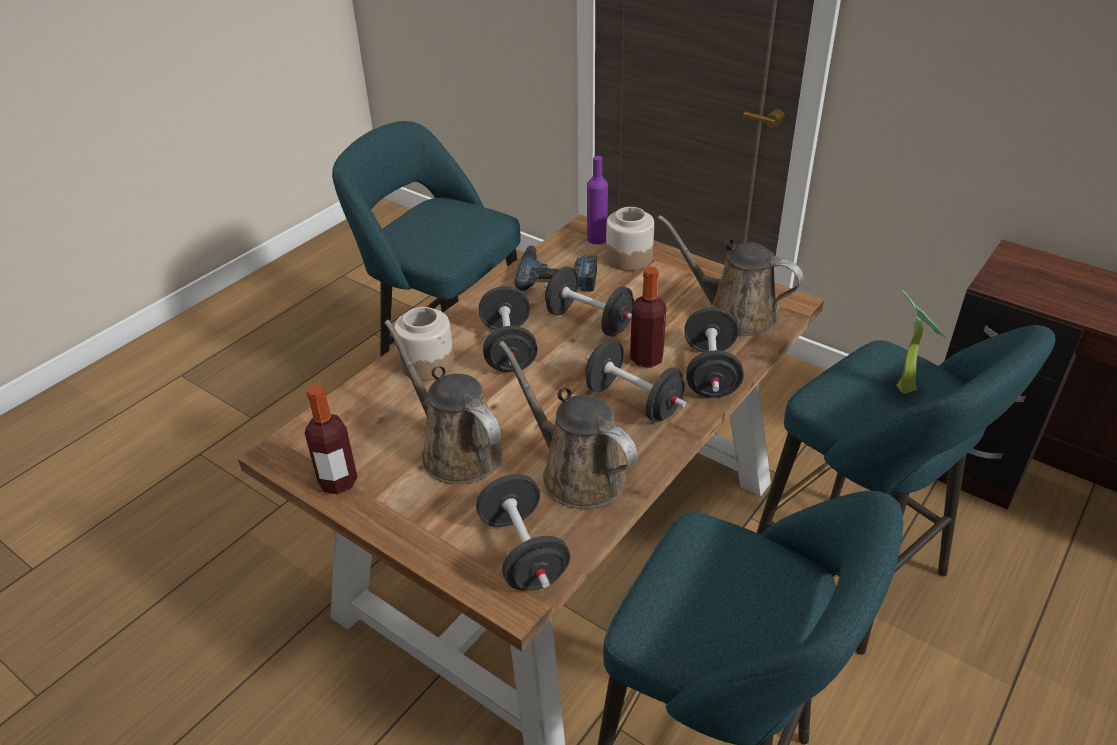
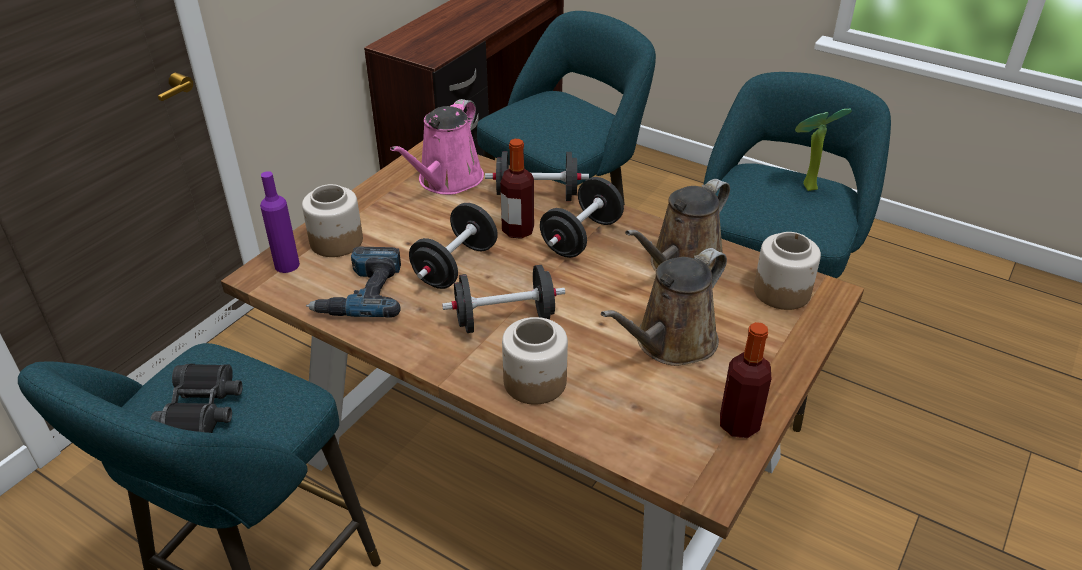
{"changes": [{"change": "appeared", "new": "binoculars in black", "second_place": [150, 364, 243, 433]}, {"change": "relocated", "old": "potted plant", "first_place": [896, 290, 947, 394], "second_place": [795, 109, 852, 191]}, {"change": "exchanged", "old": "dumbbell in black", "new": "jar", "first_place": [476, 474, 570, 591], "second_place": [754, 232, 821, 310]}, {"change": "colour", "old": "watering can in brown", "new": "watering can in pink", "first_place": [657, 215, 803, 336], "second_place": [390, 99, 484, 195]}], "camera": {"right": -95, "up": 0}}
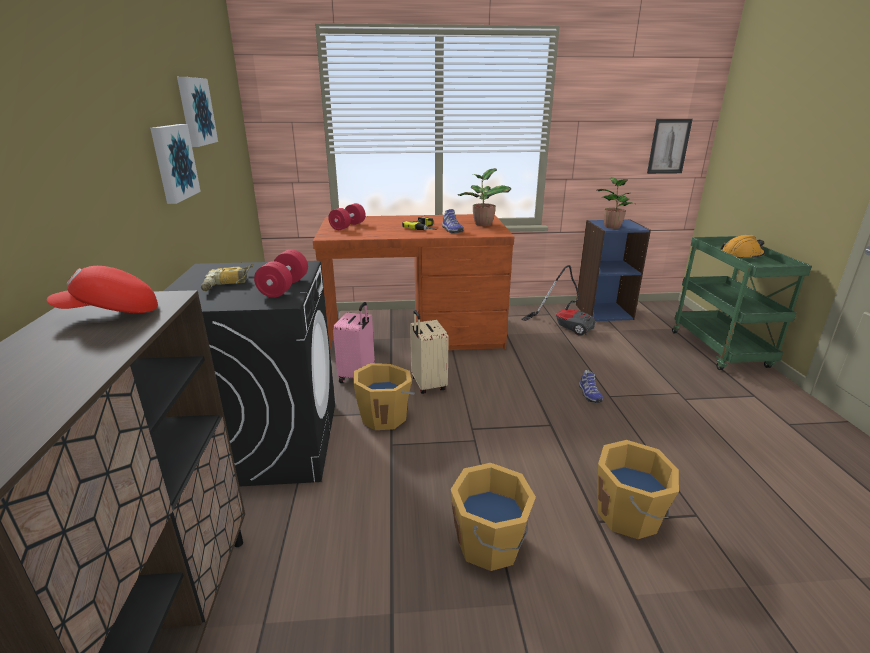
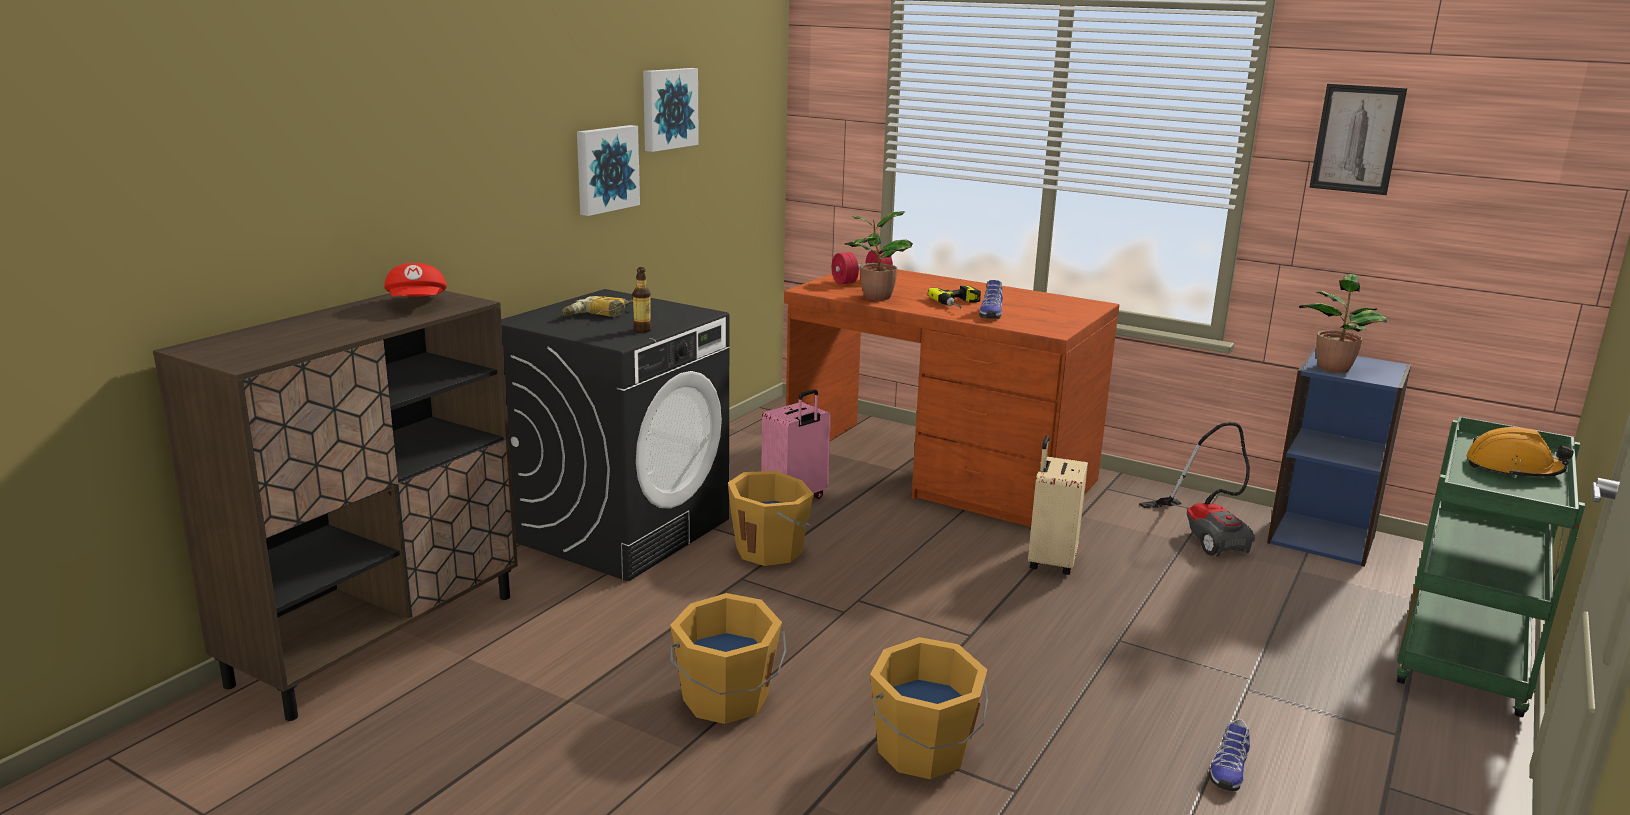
{"changes": [{"change": "relocated", "old": "suitcase in beige", "first_place": [410, 310, 449, 394], "second_place": [1028, 435, 1088, 575]}, {"change": "relocated", "old": "potted plant", "first_place": [458, 168, 511, 226], "second_place": [845, 211, 913, 300]}, {"change": "relocated", "old": "shoe", "first_place": [579, 370, 603, 403], "second_place": [1209, 719, 1250, 791]}, {"change": "relocated", "old": "picture", "first_place": [647, 119, 693, 174], "second_place": [1309, 84, 1407, 195]}, {"change": "exchanged", "old": "dumbbell in red", "new": "bottle", "first_place": [254, 250, 308, 298], "second_place": [633, 267, 651, 333]}, {"change": "spun", "old": "cap in red", "first_place": [47, 266, 158, 313], "second_place": [384, 263, 447, 297], "degrees": -120}], "camera": {"right": 35, "up": -5}}
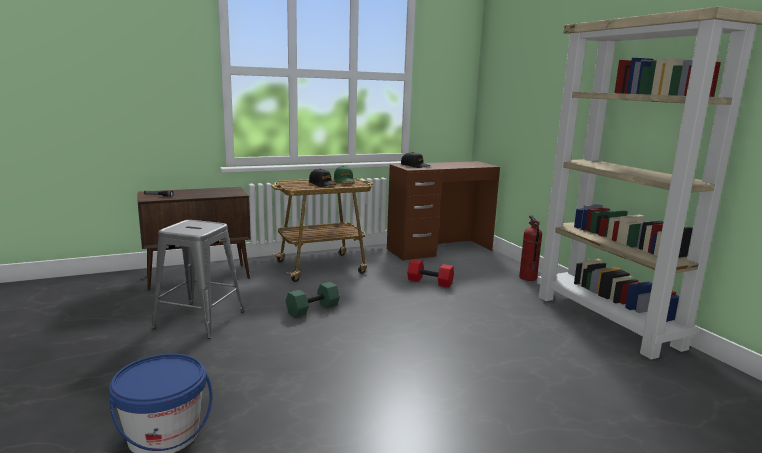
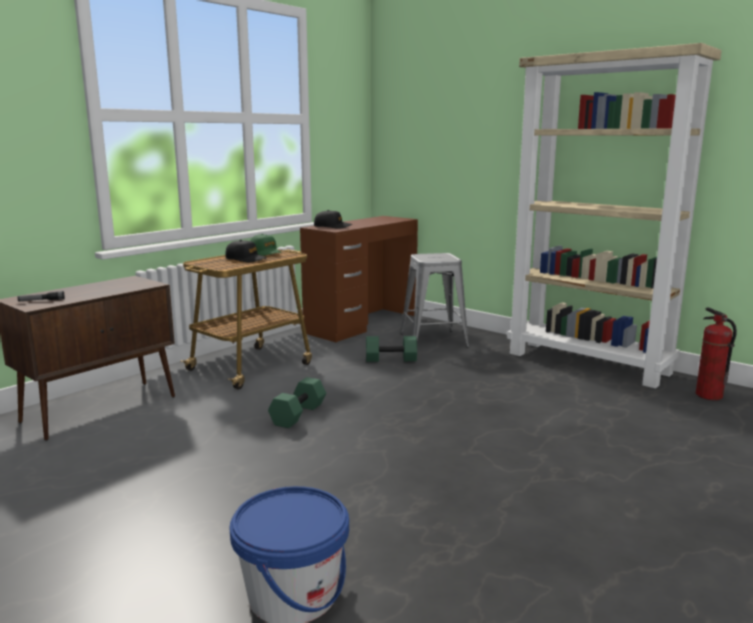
{"changes": [{"change": "relocated", "old": "stool in grey", "first_place": [151, 220, 244, 339], "second_place": [400, 253, 469, 347]}, {"change": "relocated", "old": "fire extinguisher", "first_place": [519, 215, 542, 281], "second_place": [696, 307, 737, 400]}, {"change": "colour", "old": "dumbbell in red", "new": "dumbbell in green", "first_place": [407, 259, 454, 287], "second_place": [366, 336, 417, 362]}], "camera": {"right": -25, "up": 0}}
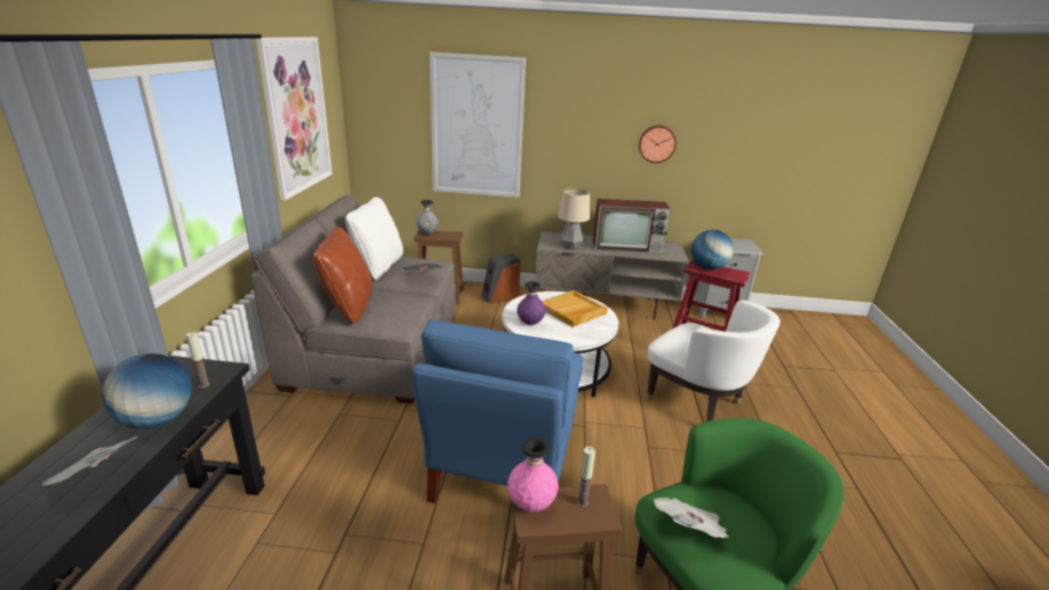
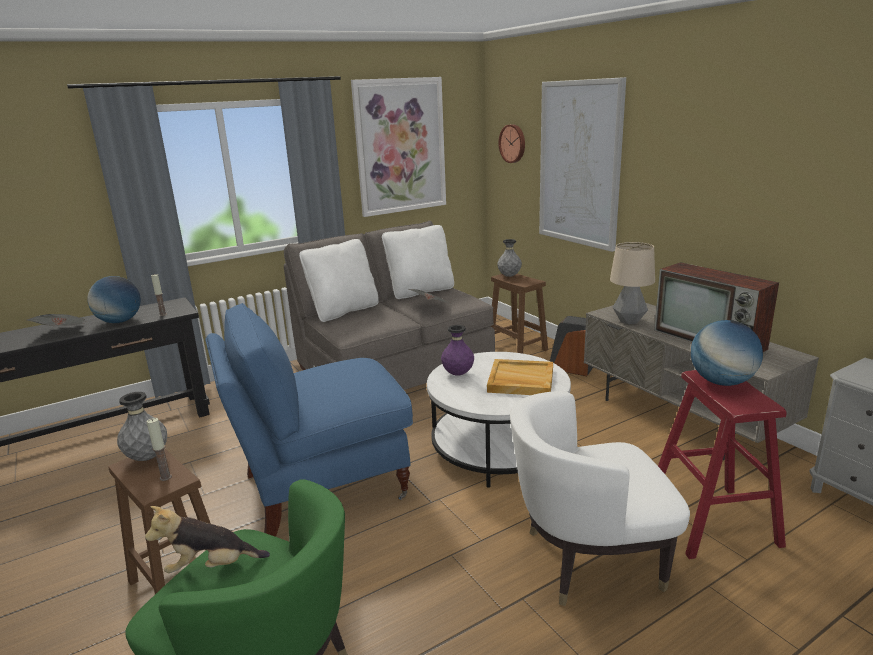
{"changes": [{"change": "relocated", "old": "wall clock", "first_place": [639, 125, 676, 163], "second_place": [499, 124, 525, 163]}, {"change": "exchanged", "old": "newspaper", "new": "plush toy", "first_place": [654, 498, 729, 538], "second_place": [145, 506, 270, 573]}, {"change": "colour", "old": "pillow in brown", "new": "pillow in white", "first_place": [313, 226, 372, 324], "second_place": [299, 239, 379, 322]}, {"change": "colour", "old": "vase in pink", "new": "vase in grey", "first_place": [508, 437, 559, 512], "second_place": [117, 392, 167, 461]}, {"change": "spun", "old": "armchair in white", "first_place": [647, 300, 780, 422], "second_place": [510, 391, 690, 606], "degrees": 75}], "camera": {"right": 55, "up": -5}}
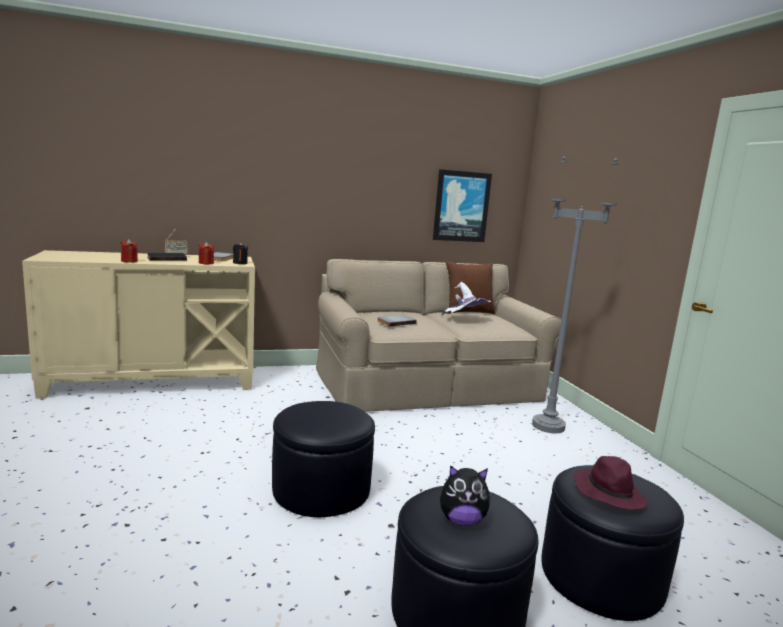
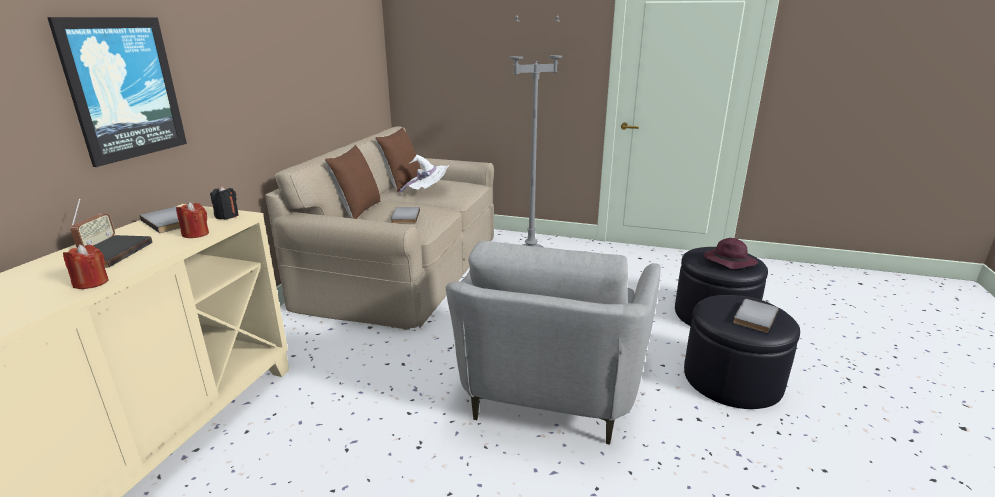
{"changes": [{"change": "appeared", "new": "pillow in brown", "second_place": [325, 145, 380, 219]}, {"change": "relocated", "old": "picture", "first_place": [433, 169, 492, 242], "second_place": [47, 17, 187, 167]}, {"change": "exchanged", "old": "ottoman in black", "new": "armchair in grey", "first_place": [272, 401, 375, 517], "second_place": [446, 241, 661, 445]}, {"change": "exchanged", "old": "plush toy", "new": "book in grey", "first_place": [440, 465, 491, 526], "second_place": [733, 299, 779, 333]}], "camera": {"right": -55, "up": 10}}
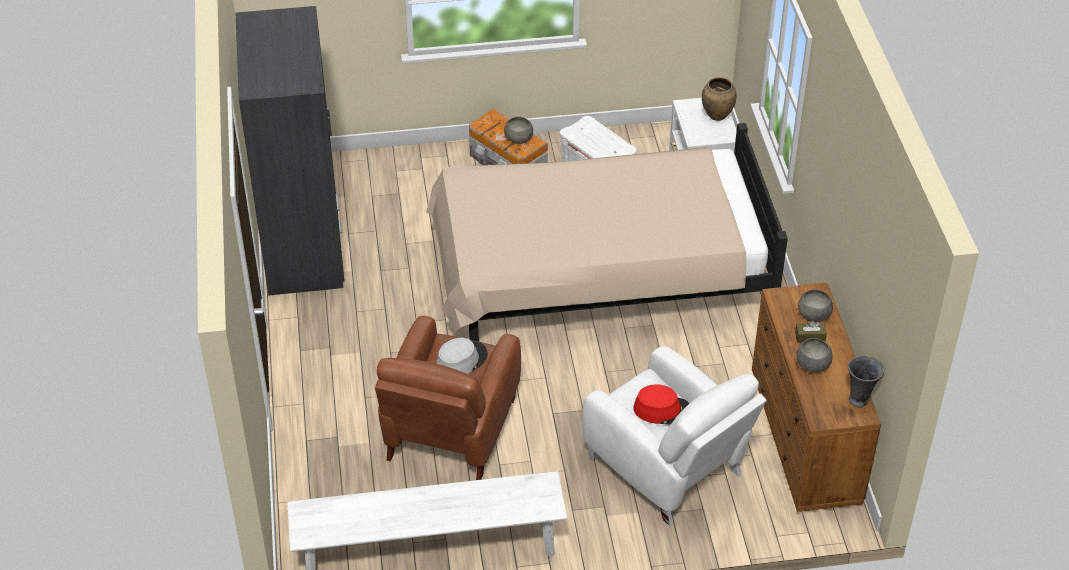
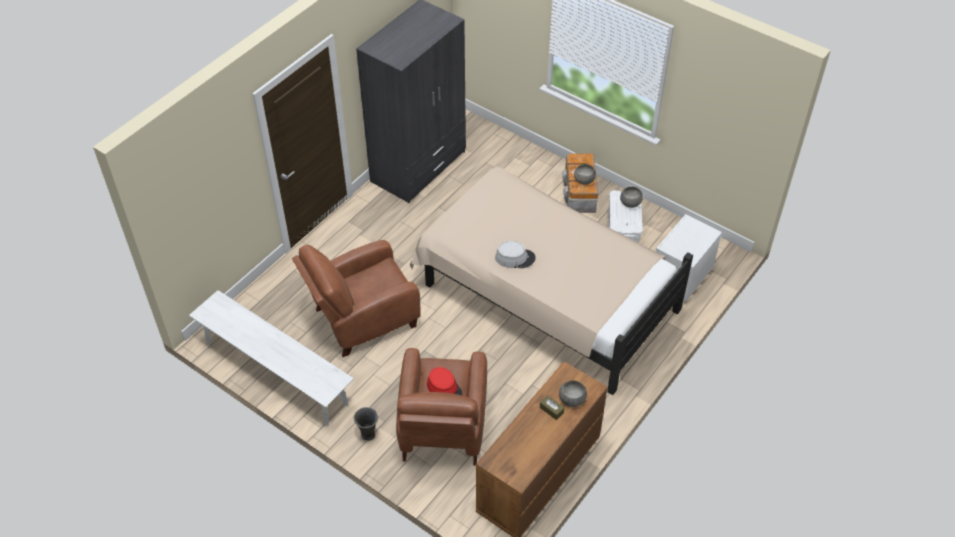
{"changes": [{"change": "missing", "old": "vase in brown", "first_place": [702, 77, 737, 121]}, {"change": "relocated", "old": "hat in grey", "first_place": [436, 338, 488, 374], "second_place": [495, 241, 536, 268]}, {"change": "relocated", "old": "bowl in grey", "first_place": [796, 338, 833, 372], "second_place": [620, 187, 643, 208]}, {"change": "relocated", "old": "vase in grey", "first_place": [848, 355, 884, 408], "second_place": [354, 407, 378, 441]}, {"change": "colour", "old": "armchair in white", "new": "armchair in brown", "first_place": [583, 346, 767, 527], "second_place": [396, 348, 487, 466]}], "camera": {"right": 45, "up": 5}}
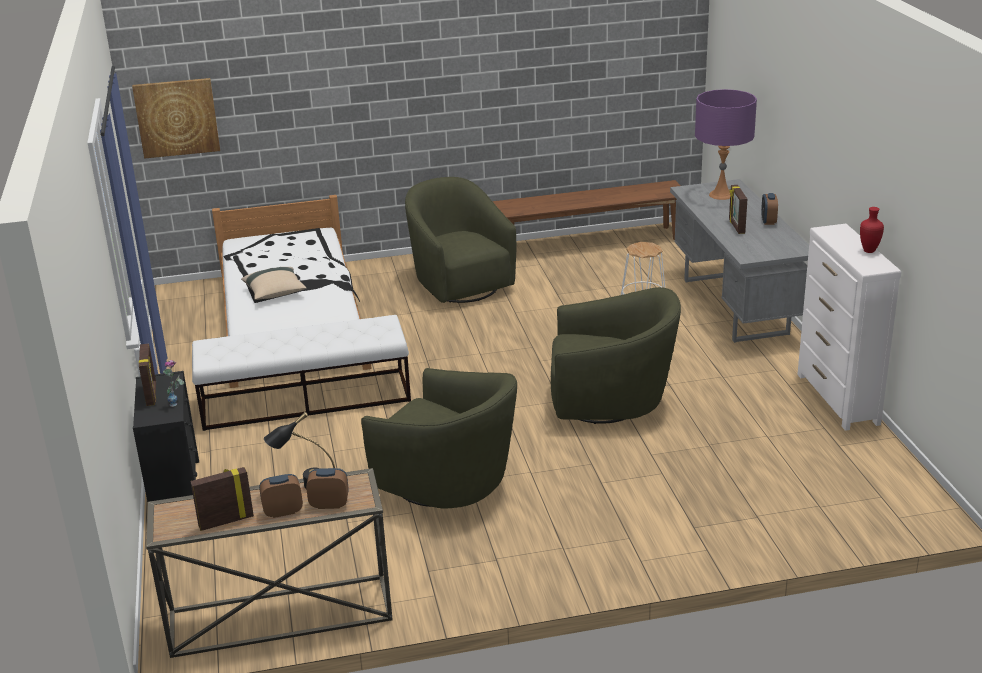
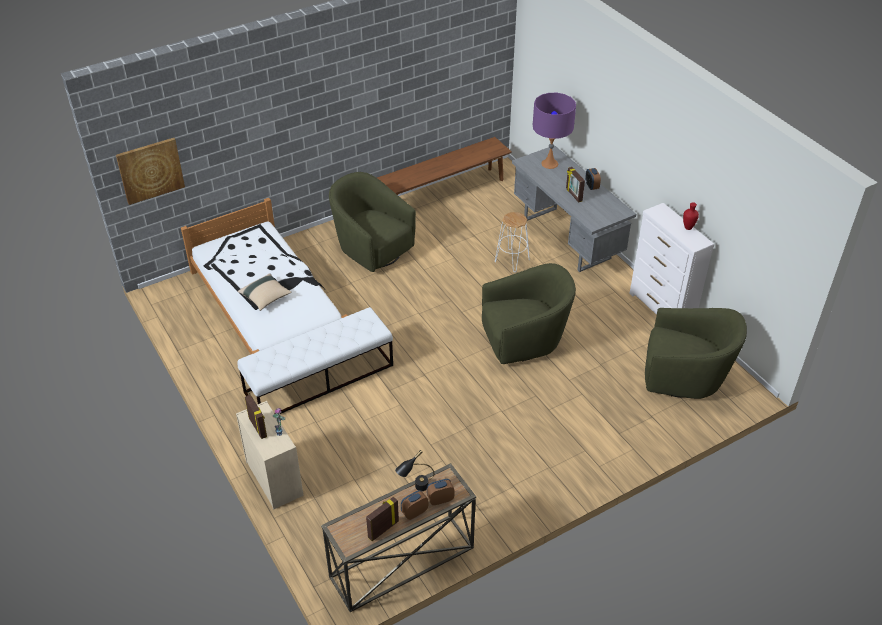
{"changes": [{"change": "relocated", "old": "armchair in green", "first_place": [361, 368, 517, 508], "second_place": [645, 308, 747, 399]}, {"change": "colour", "old": "dresser in black", "new": "dresser in beige", "first_place": [133, 371, 199, 502], "second_place": [236, 401, 304, 509]}], "camera": {"right": -20, "up": 15}}
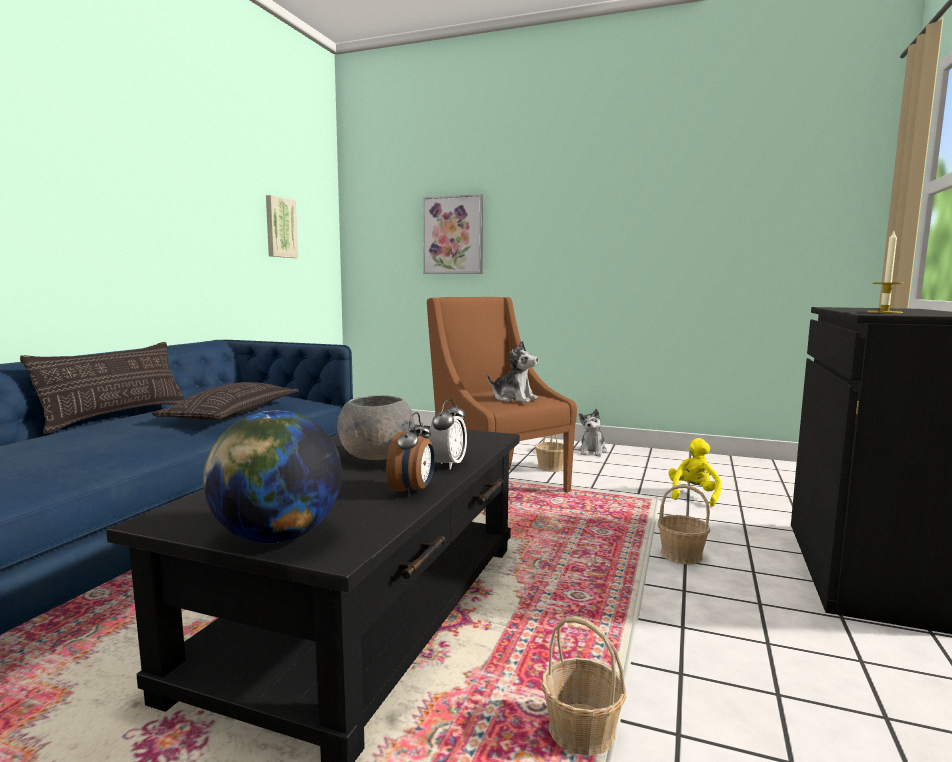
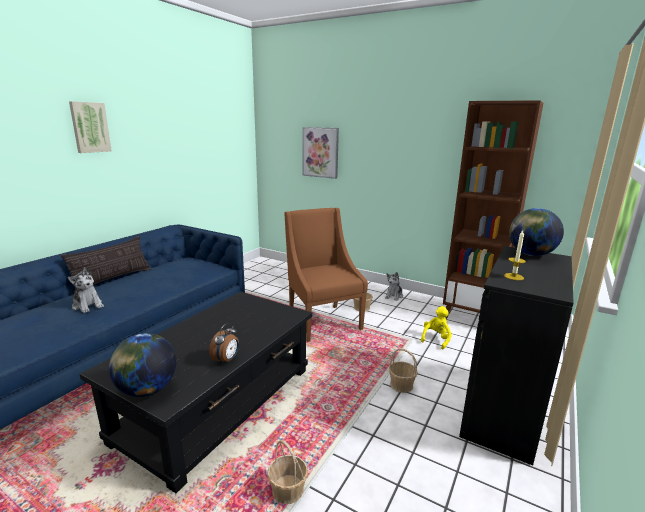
{"changes": [{"change": "missing", "old": "pillow", "first_place": [151, 382, 299, 420]}, {"change": "missing", "old": "bowl in grey", "first_place": [337, 395, 415, 460]}, {"change": "missing", "old": "alarm clock", "first_place": [428, 399, 467, 470]}, {"change": "appeared", "new": "bookcase in brown", "second_place": [443, 100, 543, 319]}, {"change": "appeared", "new": "globe", "second_place": [509, 208, 564, 256]}, {"change": "relocated", "old": "picture", "first_place": [266, 195, 298, 258], "second_place": [69, 101, 112, 153]}, {"change": "relocated", "old": "plush toy", "first_place": [487, 341, 538, 403], "second_place": [68, 267, 104, 313]}], "camera": {"right": 10, "up": 10}}
